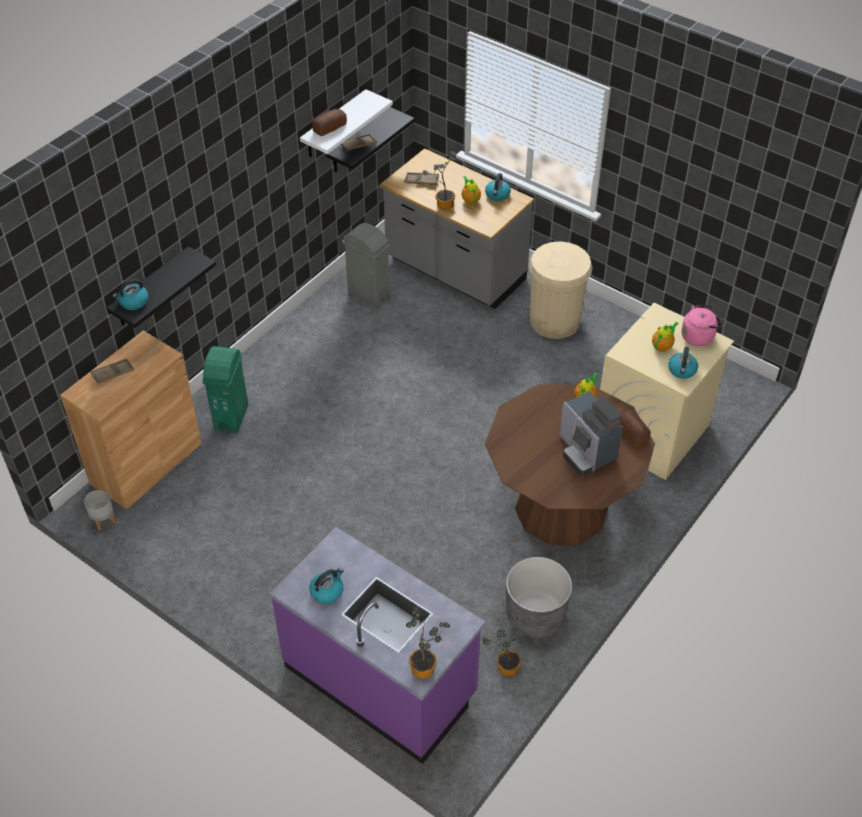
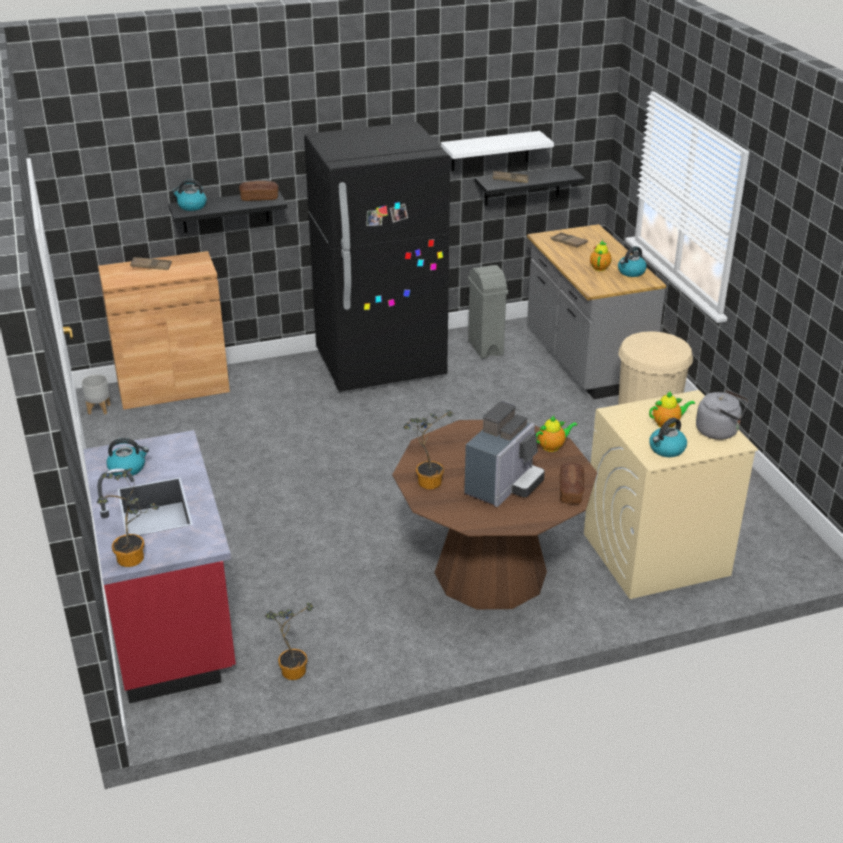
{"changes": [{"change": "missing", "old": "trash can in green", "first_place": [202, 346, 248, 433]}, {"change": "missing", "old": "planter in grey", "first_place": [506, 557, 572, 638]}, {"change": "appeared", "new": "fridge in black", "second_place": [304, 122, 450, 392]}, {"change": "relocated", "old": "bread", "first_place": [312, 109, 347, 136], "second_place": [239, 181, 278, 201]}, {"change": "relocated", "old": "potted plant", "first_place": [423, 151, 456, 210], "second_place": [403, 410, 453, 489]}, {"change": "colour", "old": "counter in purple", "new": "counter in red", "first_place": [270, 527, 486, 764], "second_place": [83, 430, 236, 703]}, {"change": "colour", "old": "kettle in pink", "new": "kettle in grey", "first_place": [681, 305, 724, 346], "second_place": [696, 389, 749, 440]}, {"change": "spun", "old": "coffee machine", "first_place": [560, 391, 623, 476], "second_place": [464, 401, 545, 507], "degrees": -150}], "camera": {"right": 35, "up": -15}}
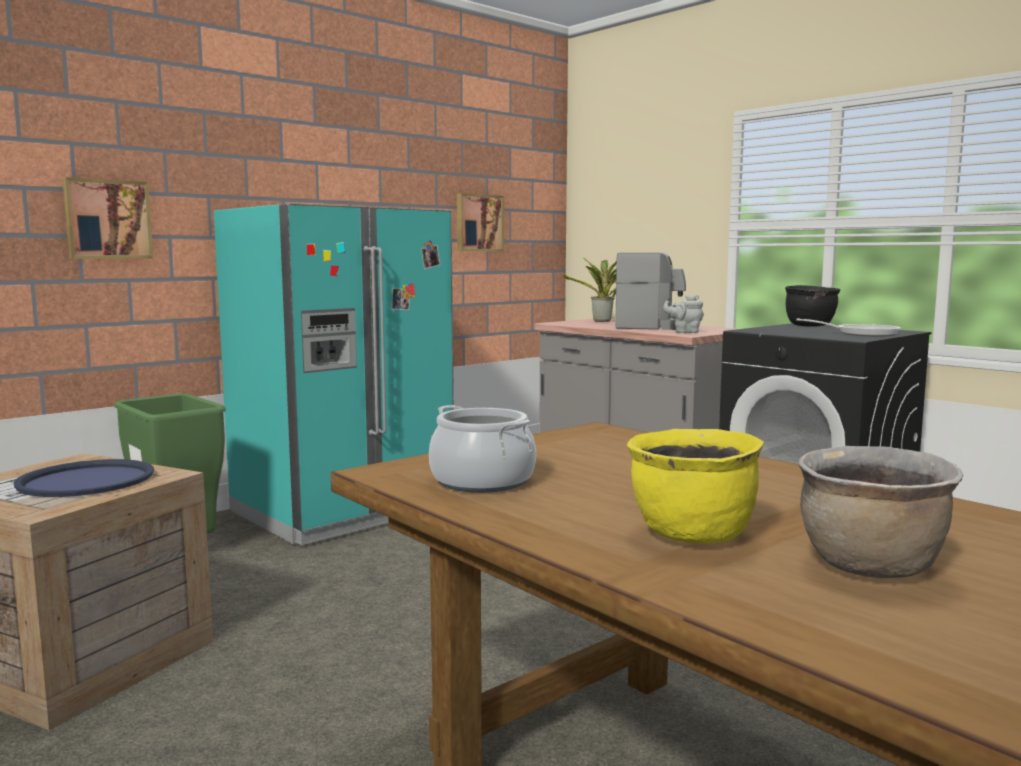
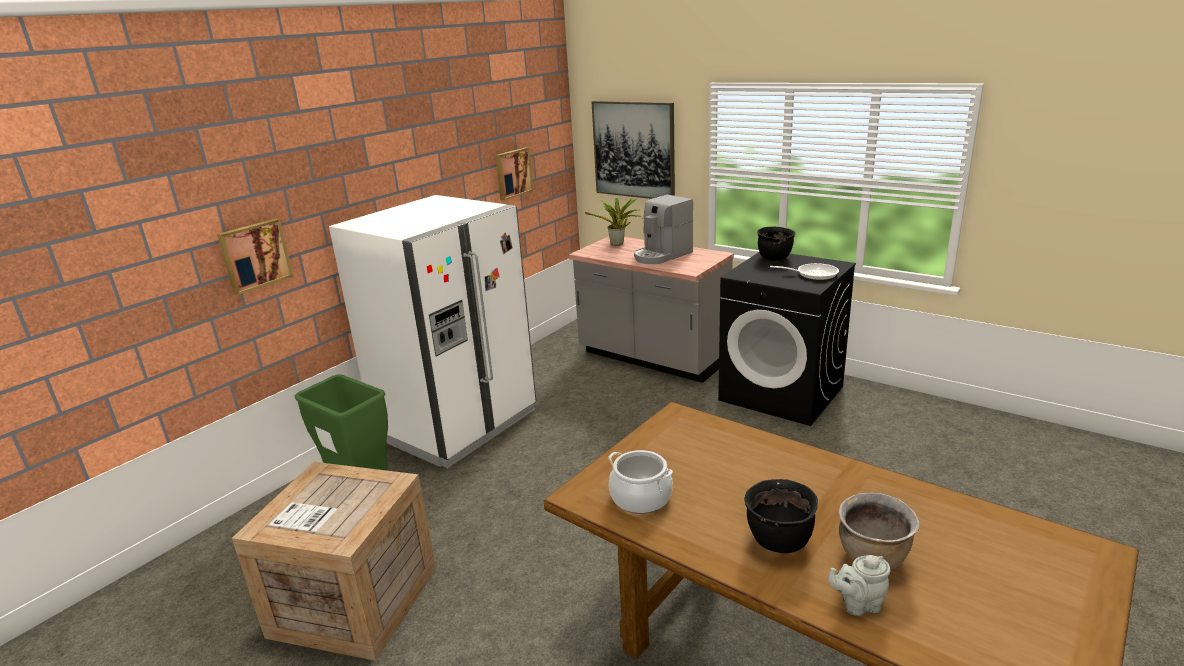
{"changes": [{"change": "missing", "old": "tray in blue", "first_place": [13, 459, 154, 497]}, {"change": "appeared", "new": "picture", "second_place": [592, 101, 675, 199]}, {"change": "relocated", "old": "teapot in grey", "first_place": [663, 294, 704, 333], "second_place": [828, 555, 891, 616]}, {"change": "colour", "old": "fridge in turquoise", "new": "fridge in white", "first_place": [214, 204, 454, 546], "second_place": [329, 195, 536, 468]}, {"change": "colour", "old": "cooking pot in yellow", "new": "cooking pot in black", "first_place": [627, 429, 764, 544], "second_place": [744, 479, 818, 553]}, {"change": "spun", "old": "coffee machine", "first_place": [615, 252, 686, 330], "second_place": [634, 195, 693, 264], "degrees": 135}], "camera": {"right": -10, "up": 15}}
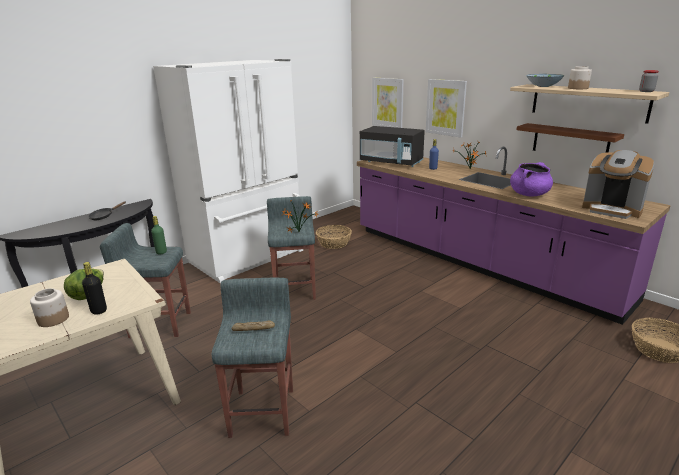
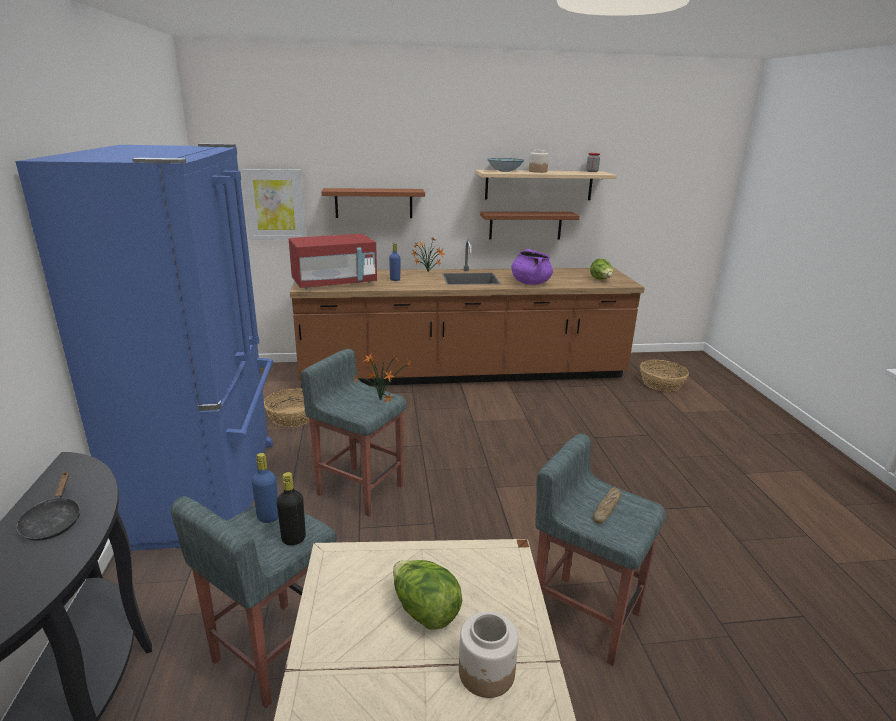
{"changes": [{"change": "relocated", "old": "bottle in black", "first_place": [82, 262, 107, 314], "second_place": [277, 472, 306, 545]}, {"change": "exchanged", "old": "picture", "new": "shelf in brown", "first_place": [426, 79, 467, 138], "second_place": [321, 188, 425, 218]}, {"change": "exchanged", "old": "coffee machine", "new": "lettuce", "first_place": [582, 150, 655, 219], "second_place": [590, 259, 613, 280]}, {"change": "colour", "old": "bottle in green", "new": "bottle in blue", "first_place": [151, 216, 167, 254], "second_place": [251, 453, 278, 523]}, {"change": "colour", "old": "fridge in white", "new": "fridge in blue", "first_place": [153, 59, 303, 283], "second_place": [15, 143, 273, 551]}, {"change": "colour", "old": "counter in purple", "new": "counter in brown", "first_place": [357, 147, 671, 325], "second_place": [290, 240, 645, 388]}, {"change": "colour", "old": "microwave in black", "new": "microwave in red", "first_place": [360, 126, 425, 167], "second_place": [289, 234, 377, 289]}], "camera": {"right": -55, "up": 0}}
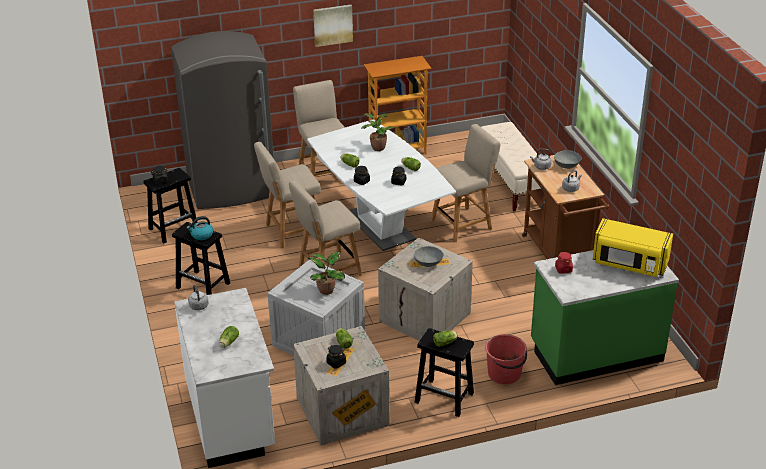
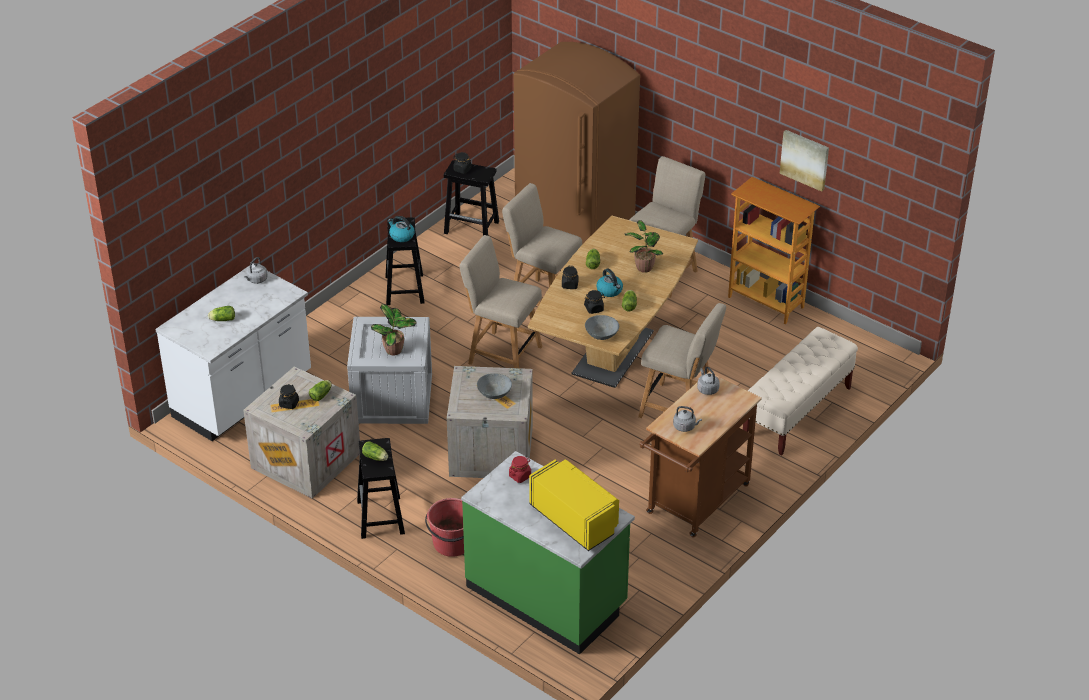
{"changes": [{"change": "appeared", "new": "kettle", "second_place": [596, 268, 623, 297]}, {"change": "relocated", "old": "picture", "first_place": [313, 5, 353, 47], "second_place": [780, 130, 829, 192]}, {"change": "relocated", "old": "bowl in grey", "first_place": [554, 150, 582, 169], "second_place": [585, 315, 619, 340]}, {"change": "colour", "old": "fridge in grey", "new": "fridge in brown", "first_place": [171, 31, 274, 209], "second_place": [514, 42, 640, 244]}, {"change": "colour", "old": "dining table in white", "new": "dining table in brown", "first_place": [307, 119, 456, 251], "second_place": [528, 216, 698, 388]}, {"change": "spun", "old": "microwave in yellow", "first_place": [593, 218, 673, 277], "second_place": [529, 460, 619, 551], "degrees": 150}], "camera": {"right": 55, "up": 5}}
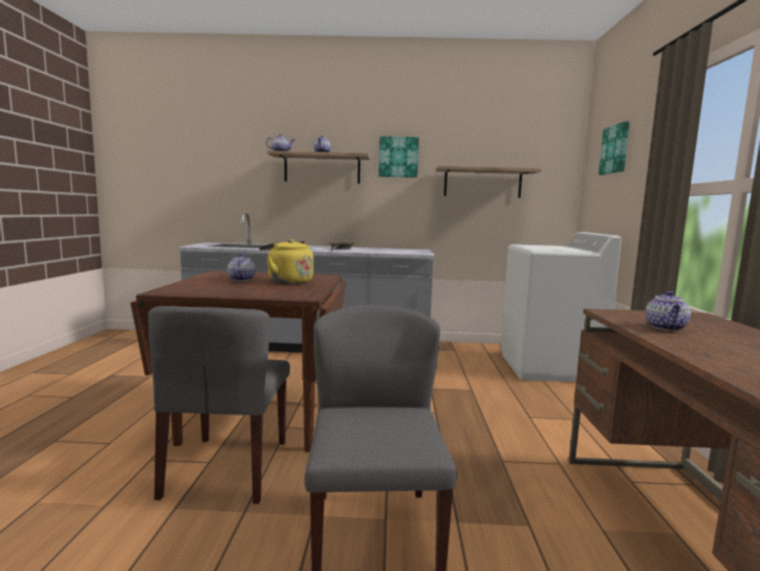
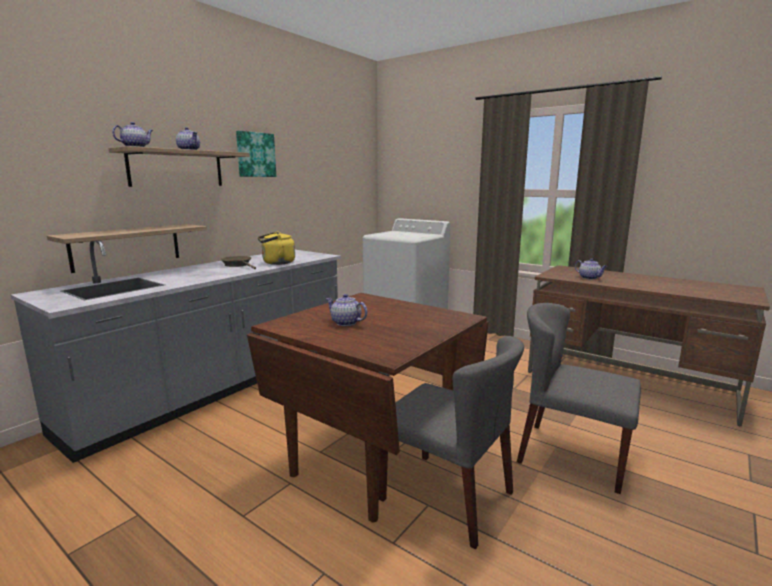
{"changes": [{"change": "missing", "old": "picture", "first_place": [598, 121, 630, 175]}, {"change": "relocated", "old": "kettle in yellow", "first_place": [259, 239, 313, 284], "second_place": [258, 232, 295, 265]}, {"change": "relocated", "old": "shelf", "first_place": [435, 166, 541, 198], "second_place": [47, 224, 207, 273]}], "camera": {"right": -55, "up": 5}}
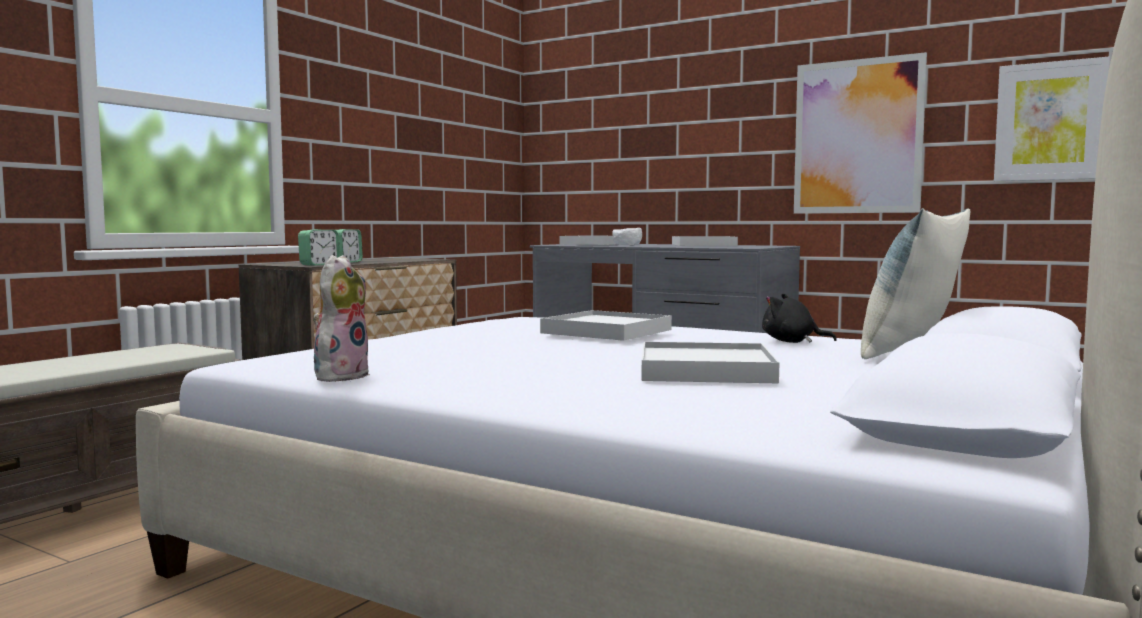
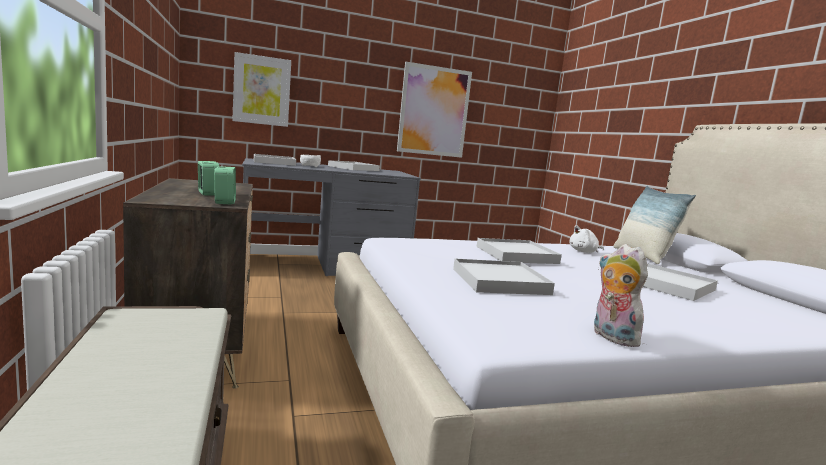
{"changes": [{"change": "appeared", "new": "tray in white", "second_place": [453, 259, 555, 295]}, {"change": "relocated", "old": "picture", "first_place": [994, 57, 1110, 181], "second_place": [232, 52, 291, 127]}, {"change": "colour", "old": "plush toy in black", "new": "plush toy in white", "first_place": [762, 293, 837, 343], "second_place": [570, 225, 604, 253]}], "camera": {"right": -50, "up": 5}}
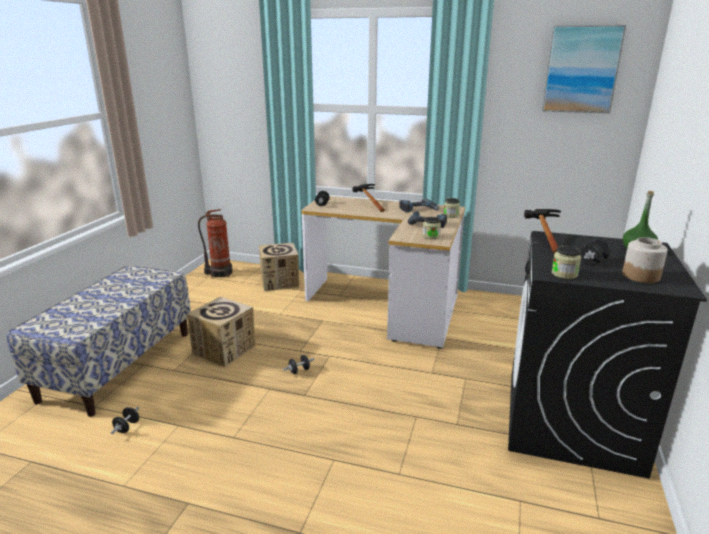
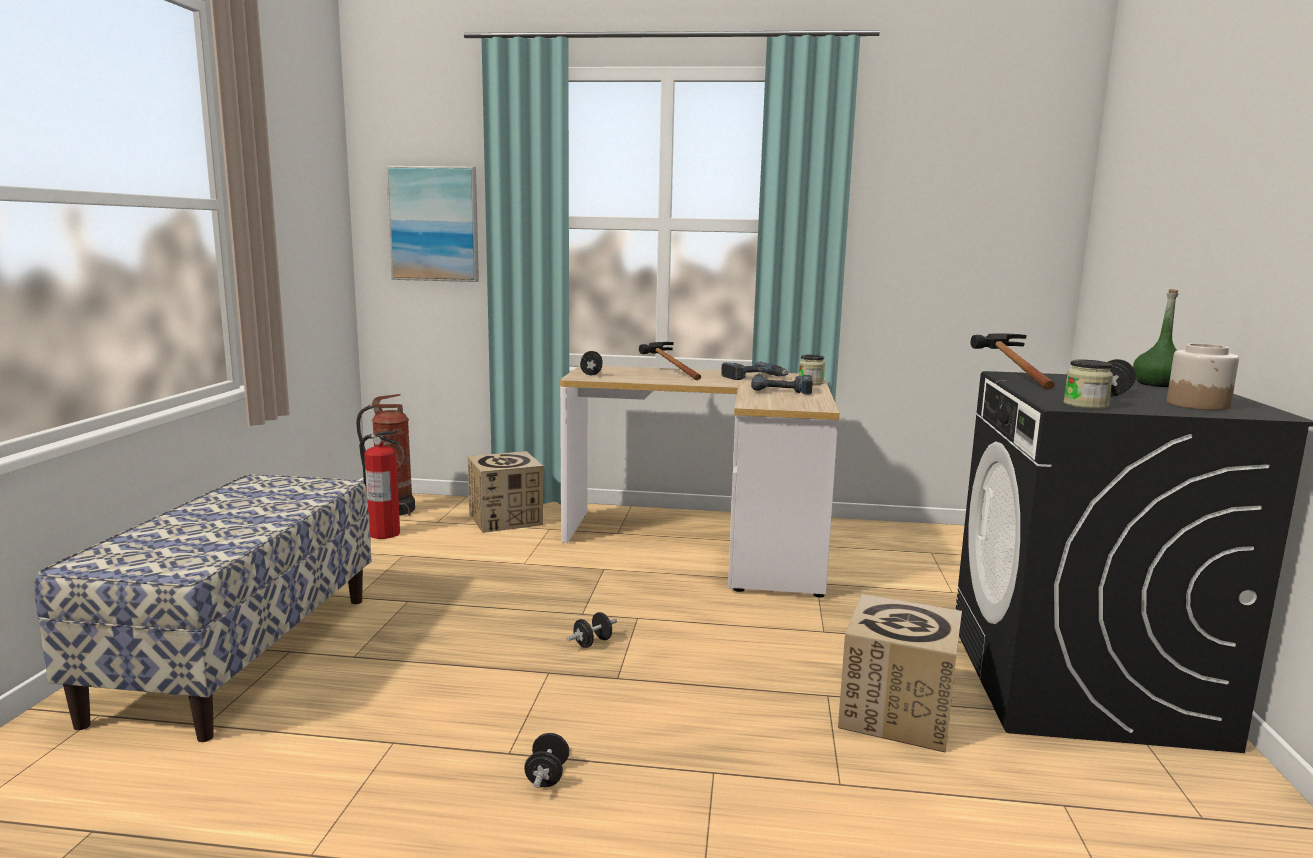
{"changes": [{"change": "missing", "old": "jar", "first_place": [423, 217, 441, 239]}, {"change": "appeared", "new": "fire extinguisher", "second_place": [359, 431, 400, 539]}, {"change": "relocated", "old": "dumbbell in black", "first_place": [111, 407, 139, 434], "second_place": [524, 733, 569, 788]}, {"change": "relocated", "old": "cardboard box", "first_place": [187, 297, 255, 367], "second_place": [838, 594, 962, 753]}, {"change": "relocated", "old": "picture", "first_place": [542, 25, 626, 114], "second_place": [386, 166, 479, 282]}], "camera": {"right": -10, "up": -10}}
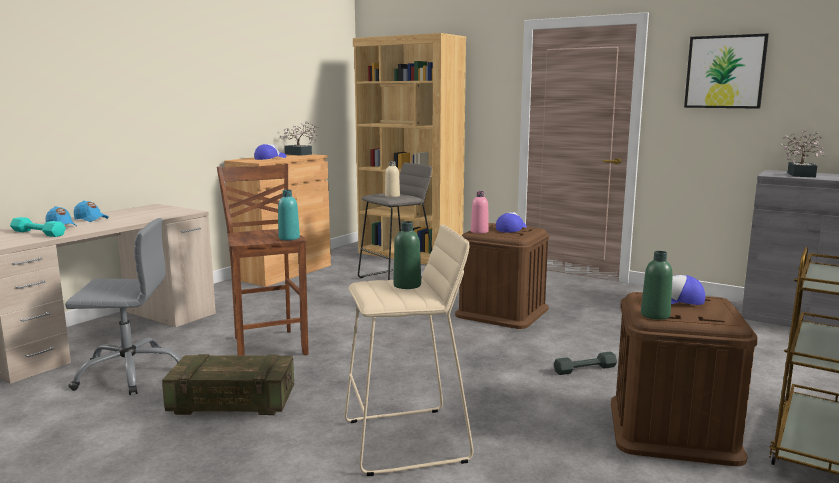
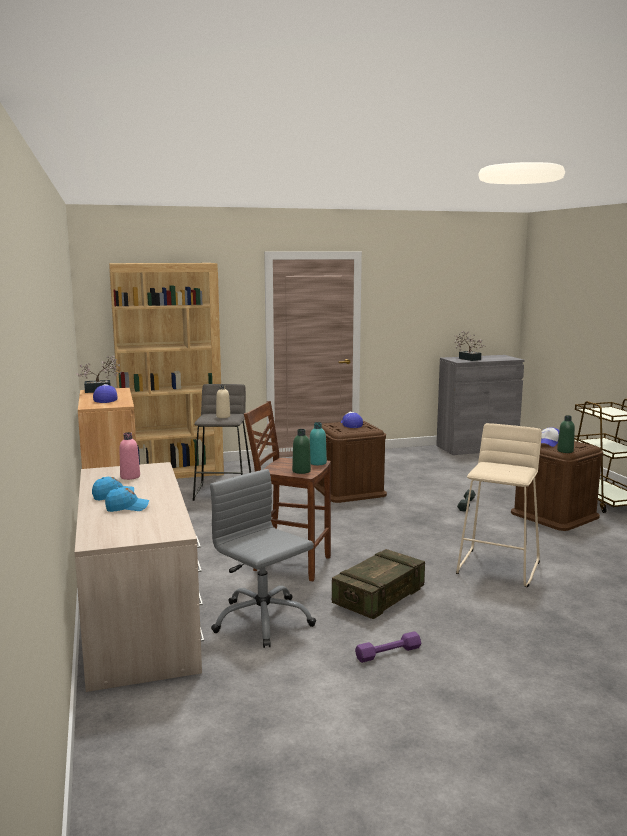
{"changes": [{"change": "missing", "old": "dumbbell in turquoise", "first_place": [10, 217, 66, 237]}, {"change": "missing", "old": "picture", "first_place": [684, 34, 769, 109]}, {"change": "appeared", "new": "dumbbell in purple", "second_place": [355, 631, 421, 663]}, {"change": "relocated", "old": "bottle in green", "first_place": [393, 221, 421, 289], "second_place": [292, 429, 311, 474]}, {"change": "relocated", "old": "bottle in pink", "first_place": [471, 191, 489, 234], "second_place": [119, 432, 140, 480]}, {"change": "spun", "old": "office chair in grey", "first_place": [65, 218, 181, 395], "second_place": [210, 469, 316, 648], "degrees": -75}], "camera": {"right": -50, "up": 0}}
